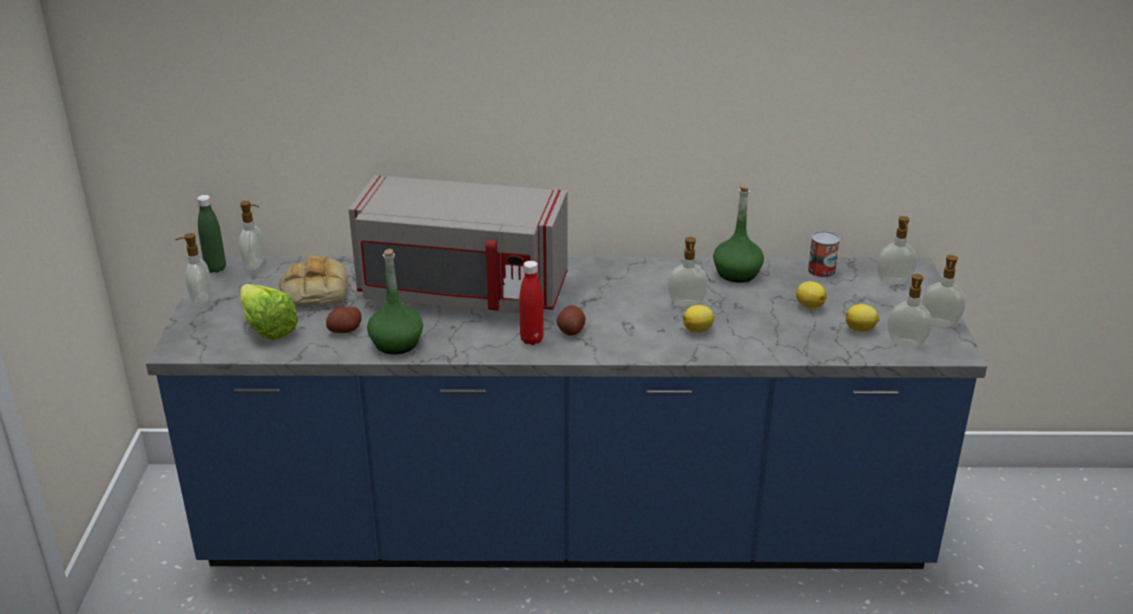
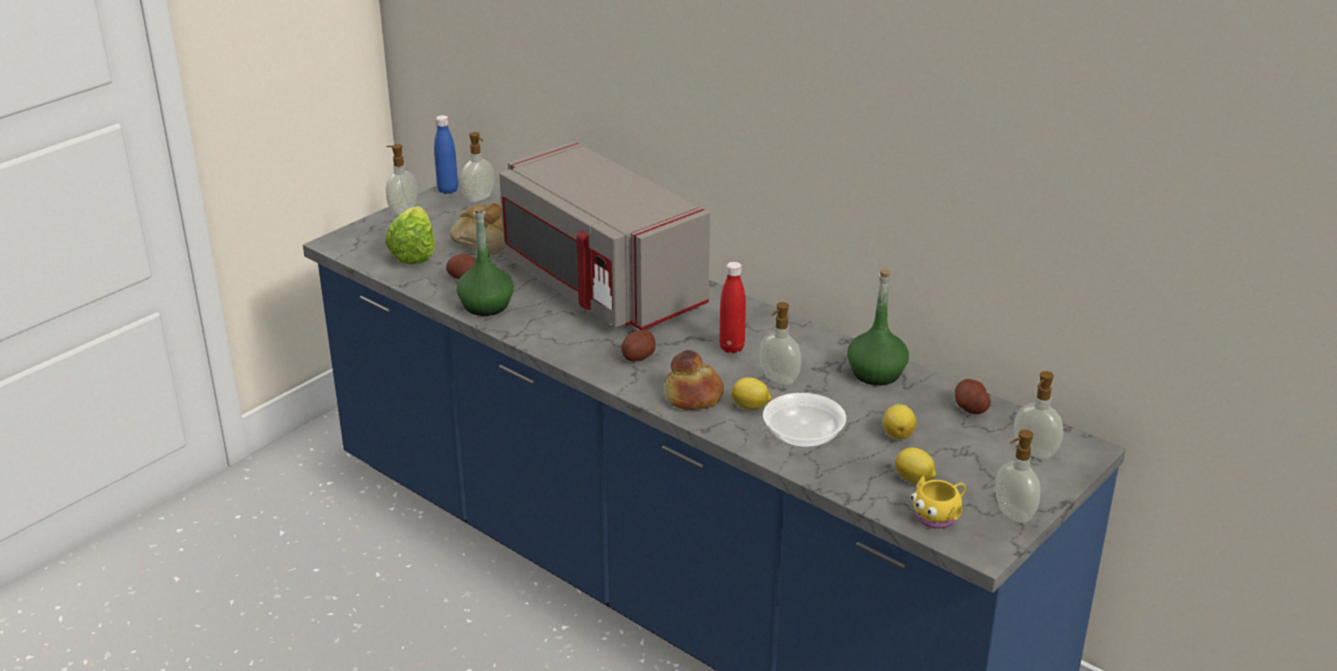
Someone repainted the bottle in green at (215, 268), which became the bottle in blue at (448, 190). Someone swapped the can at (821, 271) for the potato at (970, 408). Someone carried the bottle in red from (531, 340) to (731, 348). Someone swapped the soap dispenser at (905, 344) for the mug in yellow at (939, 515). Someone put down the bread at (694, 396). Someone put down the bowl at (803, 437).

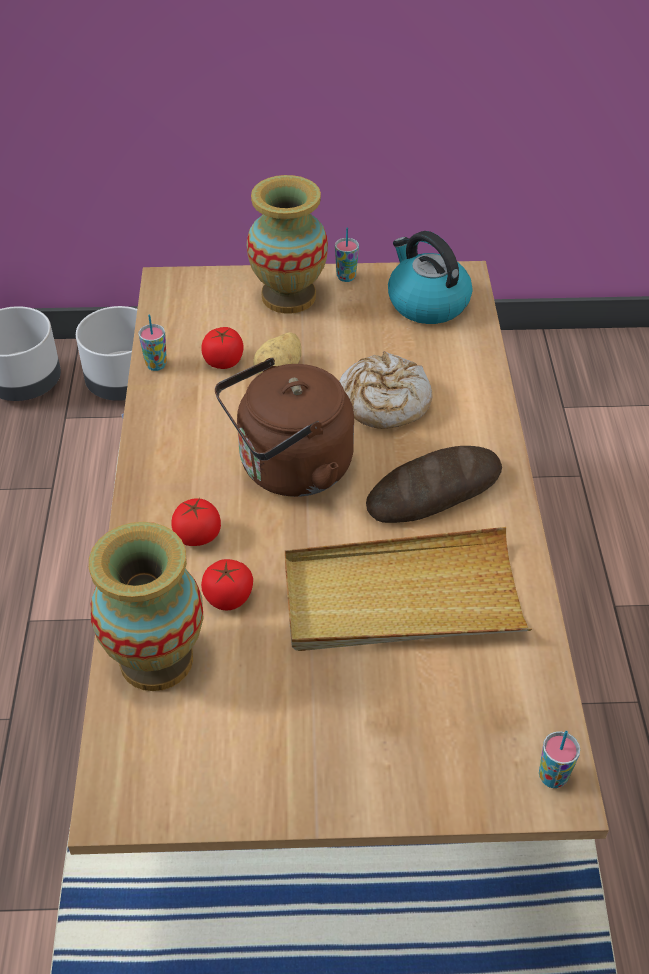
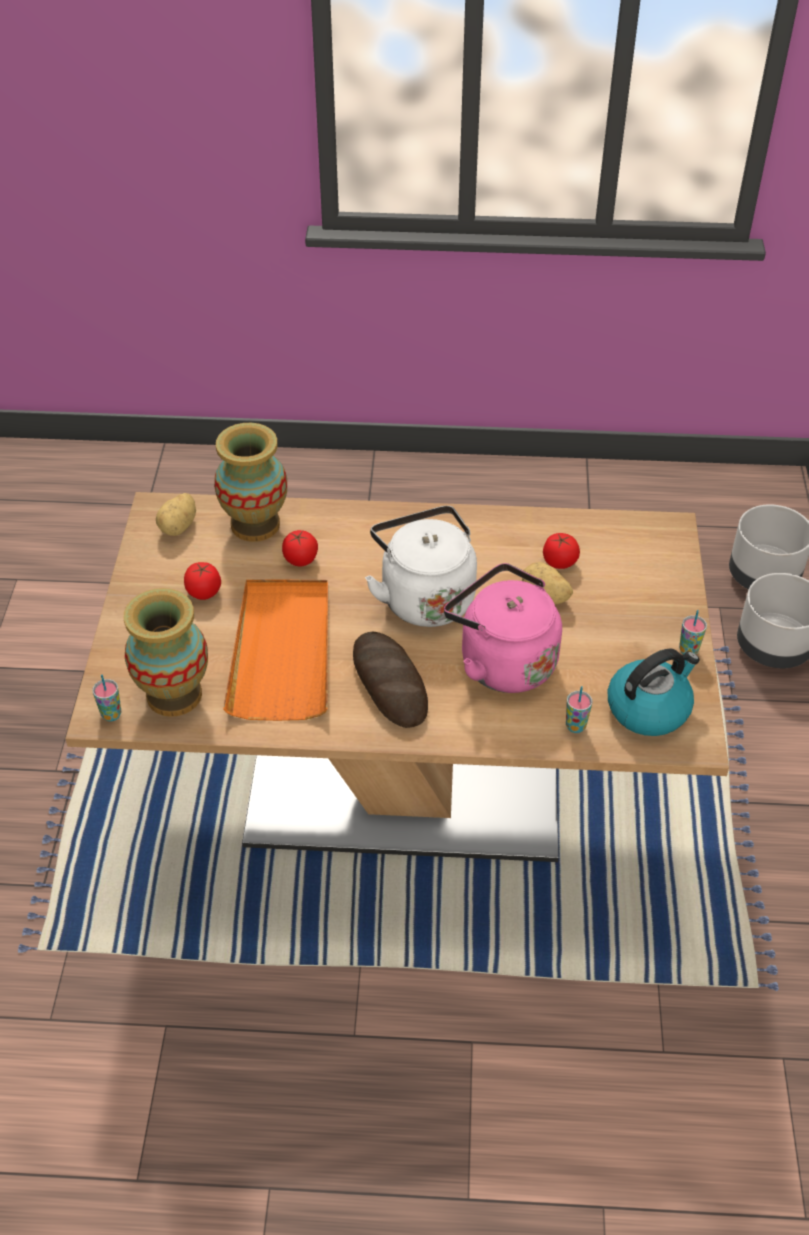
Someone carried the vase from (289, 296) to (174, 695). Someone carried the cup from (156, 365) to (575, 726). Someone swapped the bread at (383, 402) for the kettle in pink at (502, 661). Someone repainted the kettle in brown at (289, 469), which became the kettle in white at (424, 596). Someone carried the tomato from (197, 536) to (204, 591). Someone repainted the tray in beige at (401, 597), which became the tray in orange at (282, 651). Someone put down the potato at (179, 527).

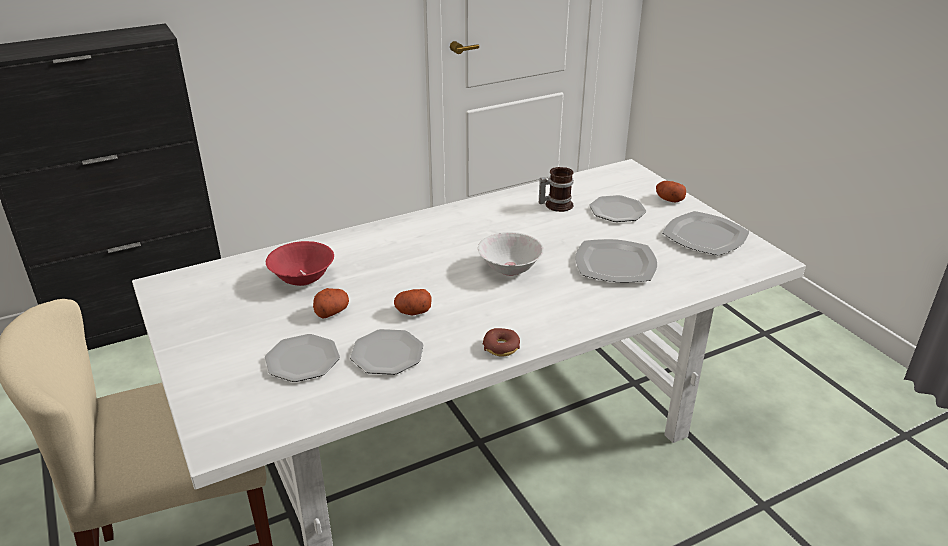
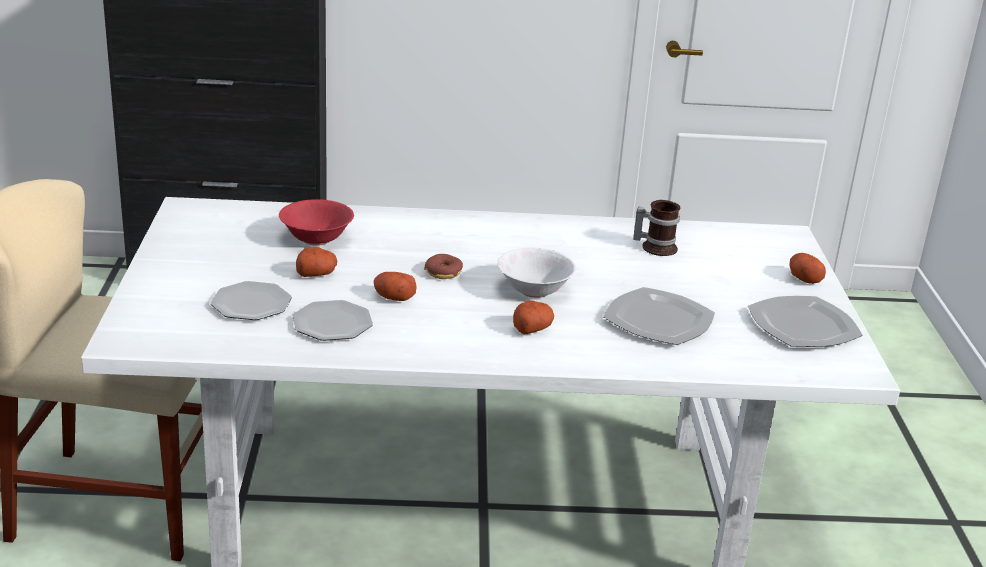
Someone took away the plate at (617, 211). Someone carried the donut from (501, 347) to (443, 272). Someone put down the potato at (532, 328).

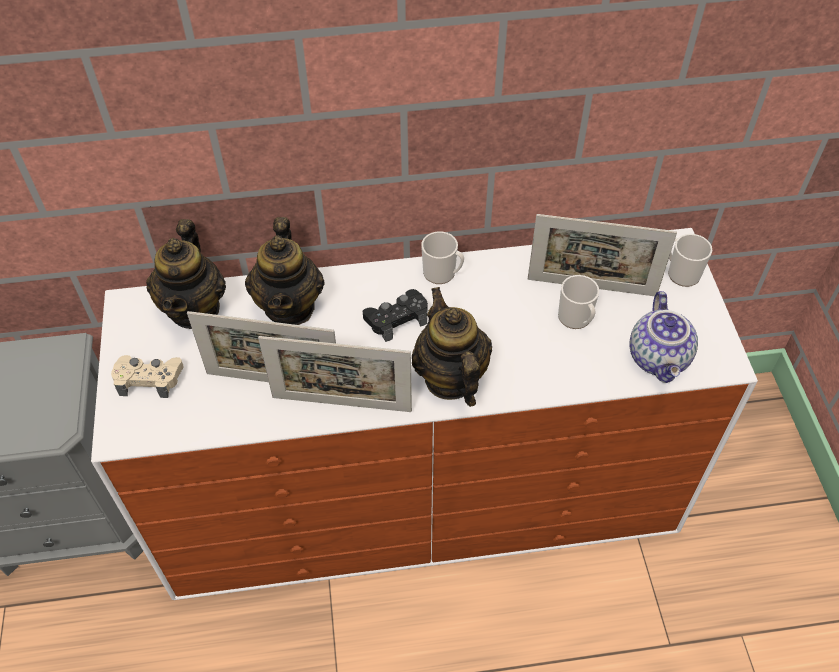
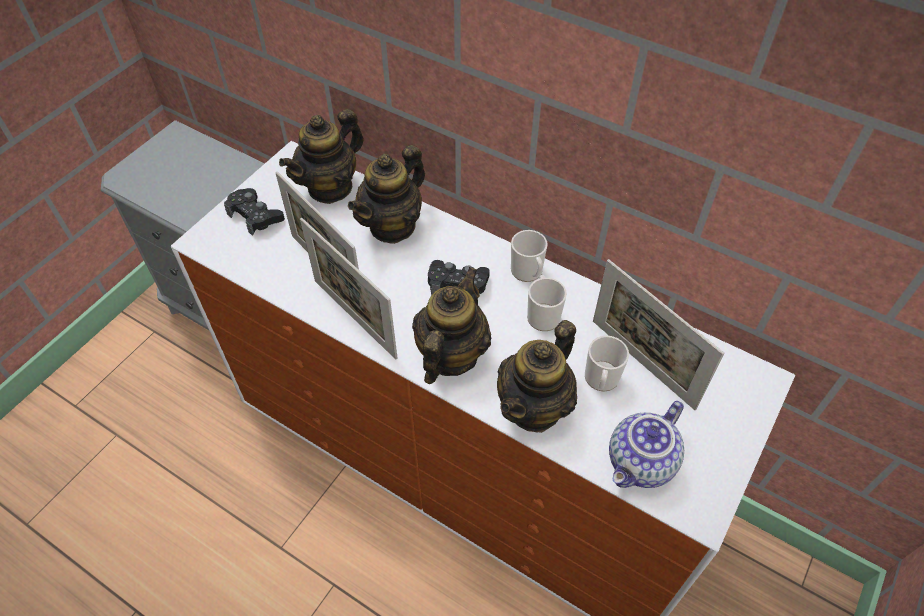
Someone carried the mug from (680, 272) to (542, 315). Someone repainted the game controller in beige at (149, 379), which became the game controller in black at (255, 216). Someone put down the teapot at (535, 407).

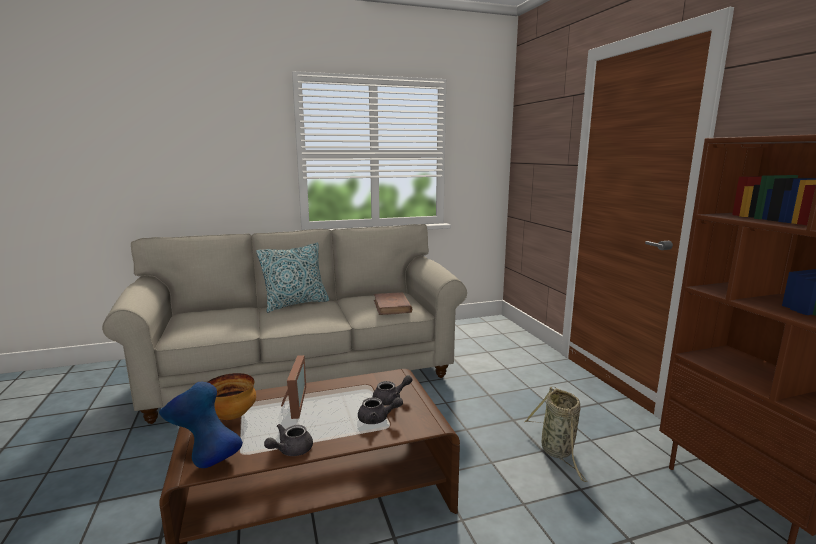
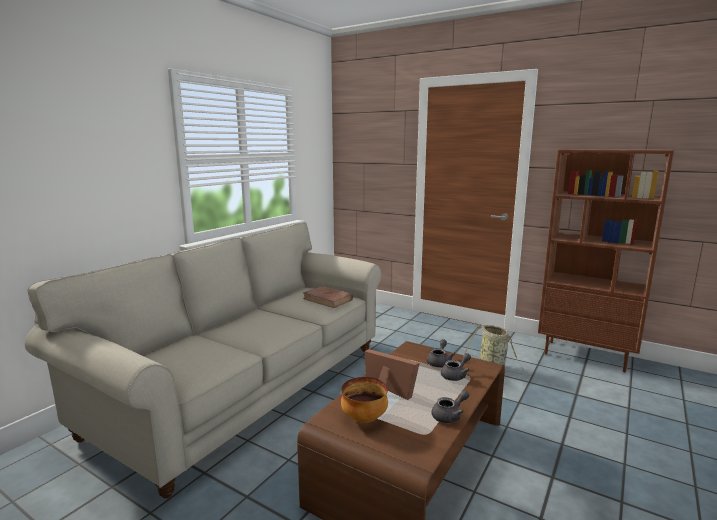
Someone took away the pillow at (296, 304). Someone took away the vase in blue at (205, 459). Someone rotated the teapot in grey at (290, 450) by 120 degrees counterclockwise.

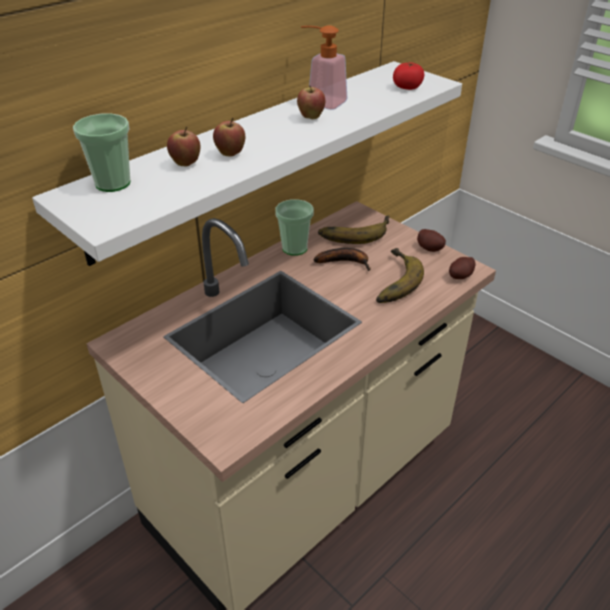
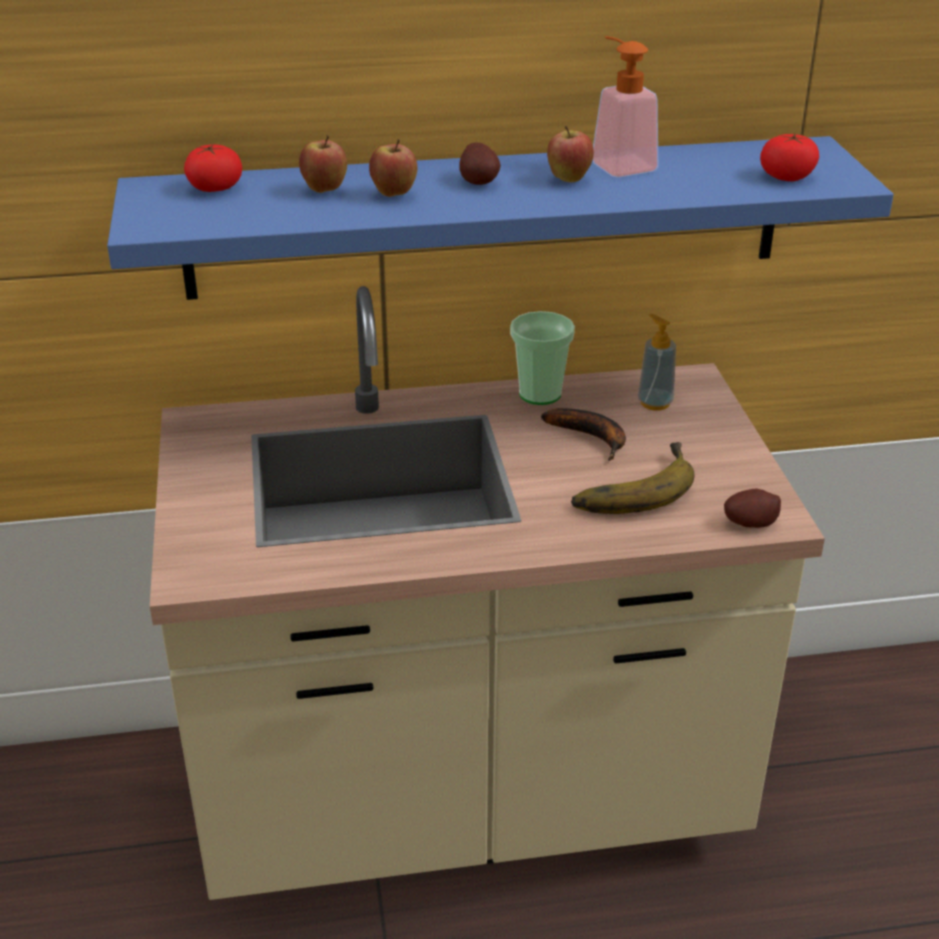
Someone repainted the shelf in white at (248, 154), which became the shelf in blue at (486, 217). Someone swapped the cup at (112, 183) for the tomato at (215, 188). Someone swapped the banana at (353, 232) for the soap dispenser at (655, 403). Someone carried the potato from (430, 248) to (479, 181).

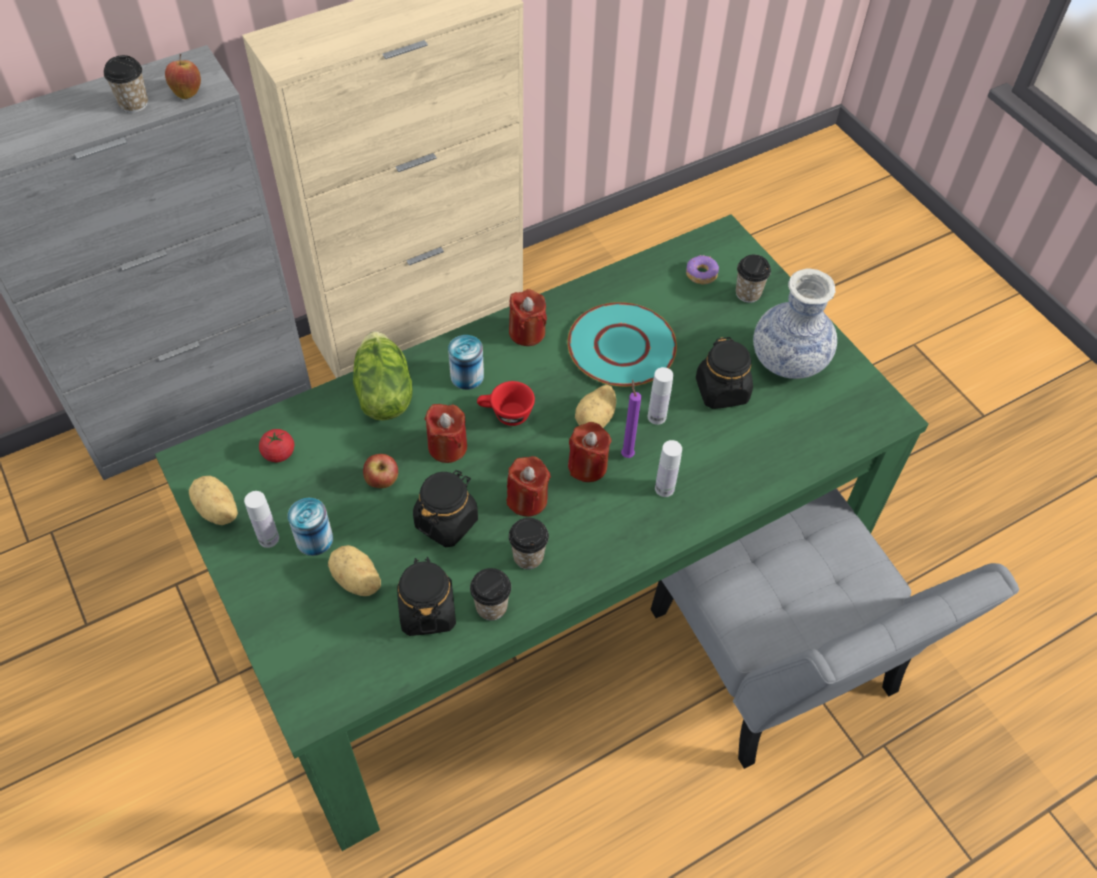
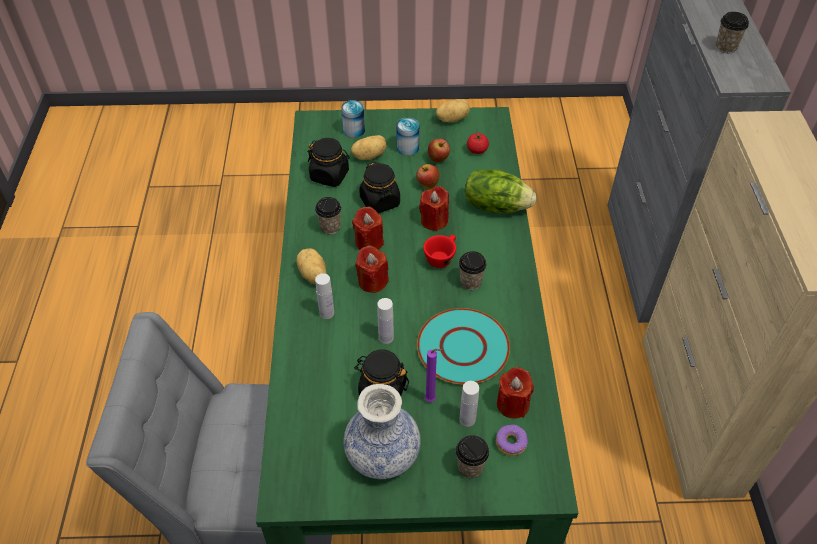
Someone carried the apple from (187, 92) to (438, 159). Someone carried the candle in red from (527, 332) to (512, 404). Someone carried the can from (467, 376) to (354, 130). Someone carried the candle in purple from (626, 453) to (432, 400). Someone carried the potato from (596, 419) to (312, 275). Someone carried the bottle in white from (268, 538) to (467, 419). Someone carried the cup from (491, 607) to (470, 282).

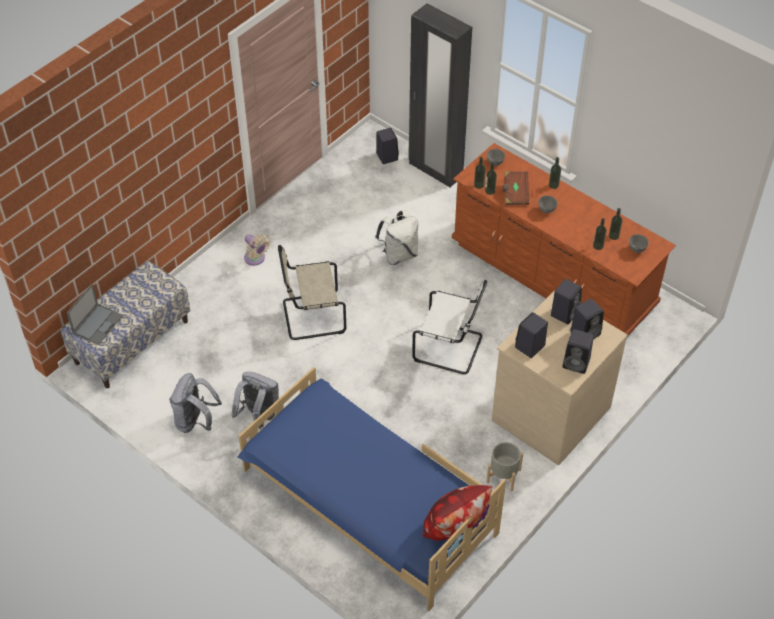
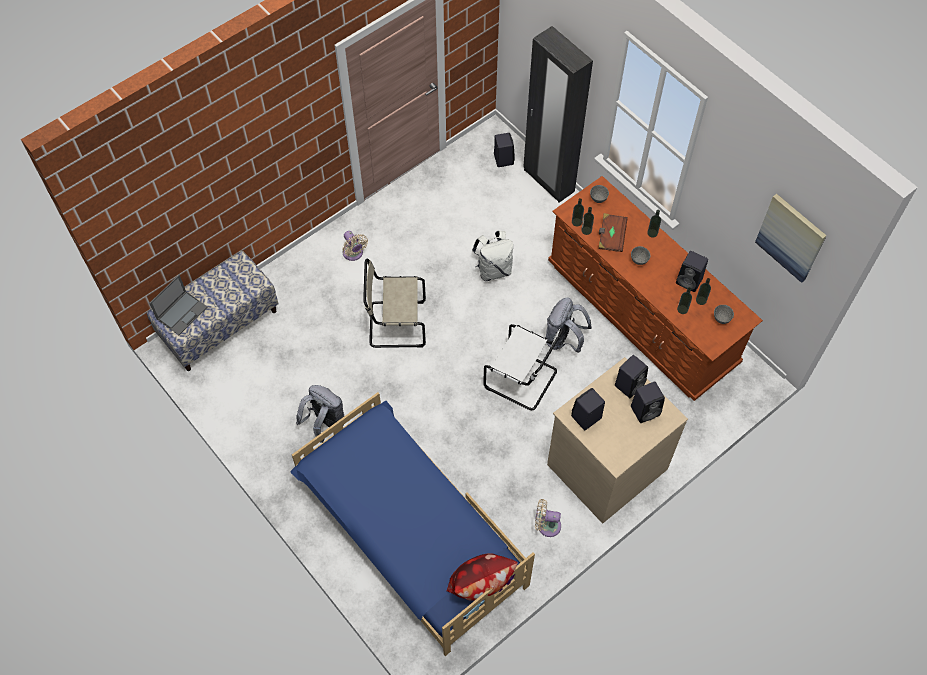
Someone carried the speaker in black from (577, 363) to (690, 281). Someone carried the backpack in grey from (196, 421) to (564, 340). Someone swapped the planter in grey at (503, 475) for the fan in beige at (546, 525). Someone put up the picture at (791, 237).

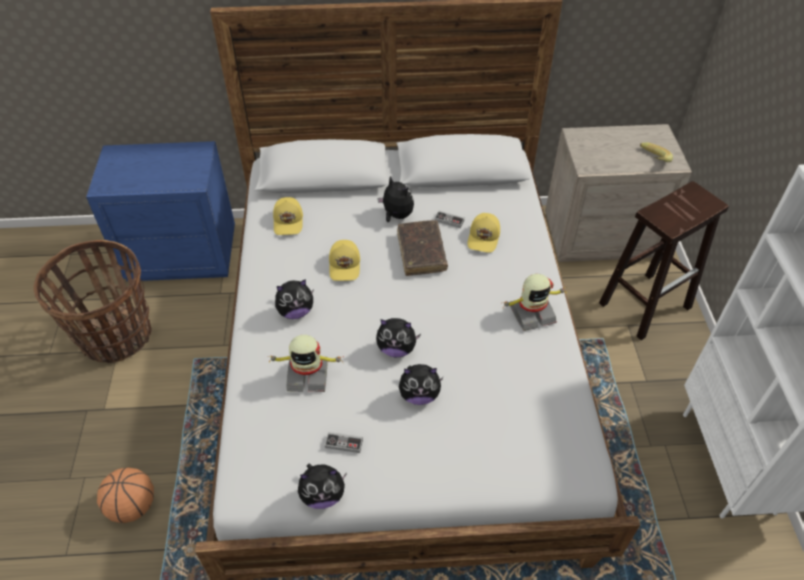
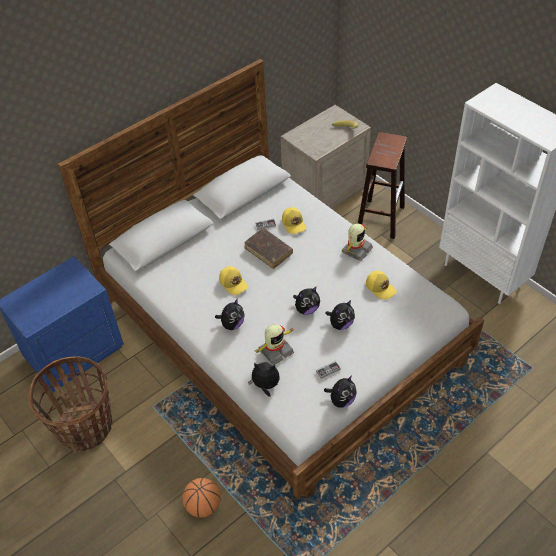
Someone carried the plush toy from (396, 215) to (265, 386). Someone carried the cap in yellow from (289, 221) to (380, 287).

